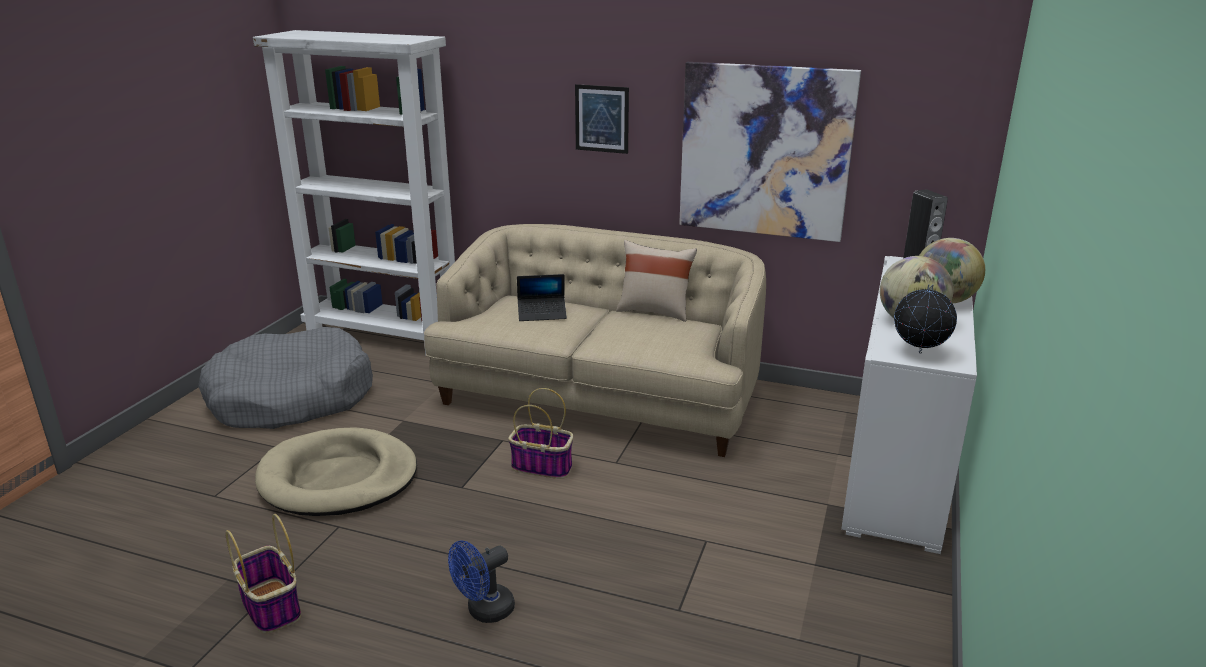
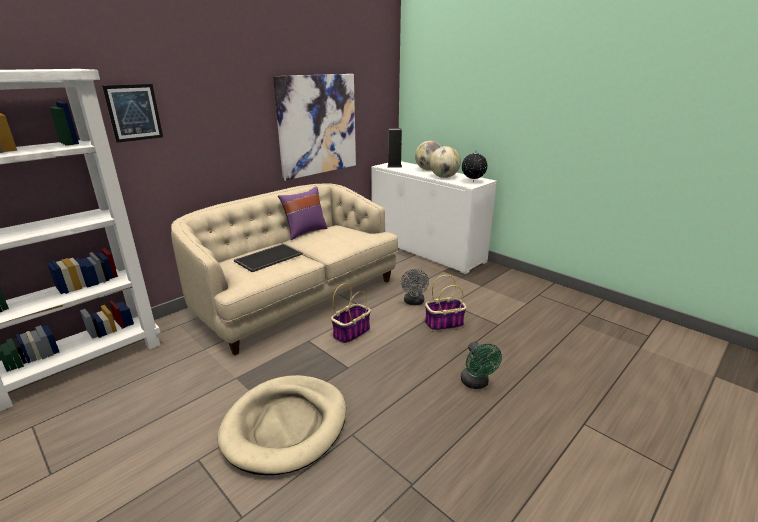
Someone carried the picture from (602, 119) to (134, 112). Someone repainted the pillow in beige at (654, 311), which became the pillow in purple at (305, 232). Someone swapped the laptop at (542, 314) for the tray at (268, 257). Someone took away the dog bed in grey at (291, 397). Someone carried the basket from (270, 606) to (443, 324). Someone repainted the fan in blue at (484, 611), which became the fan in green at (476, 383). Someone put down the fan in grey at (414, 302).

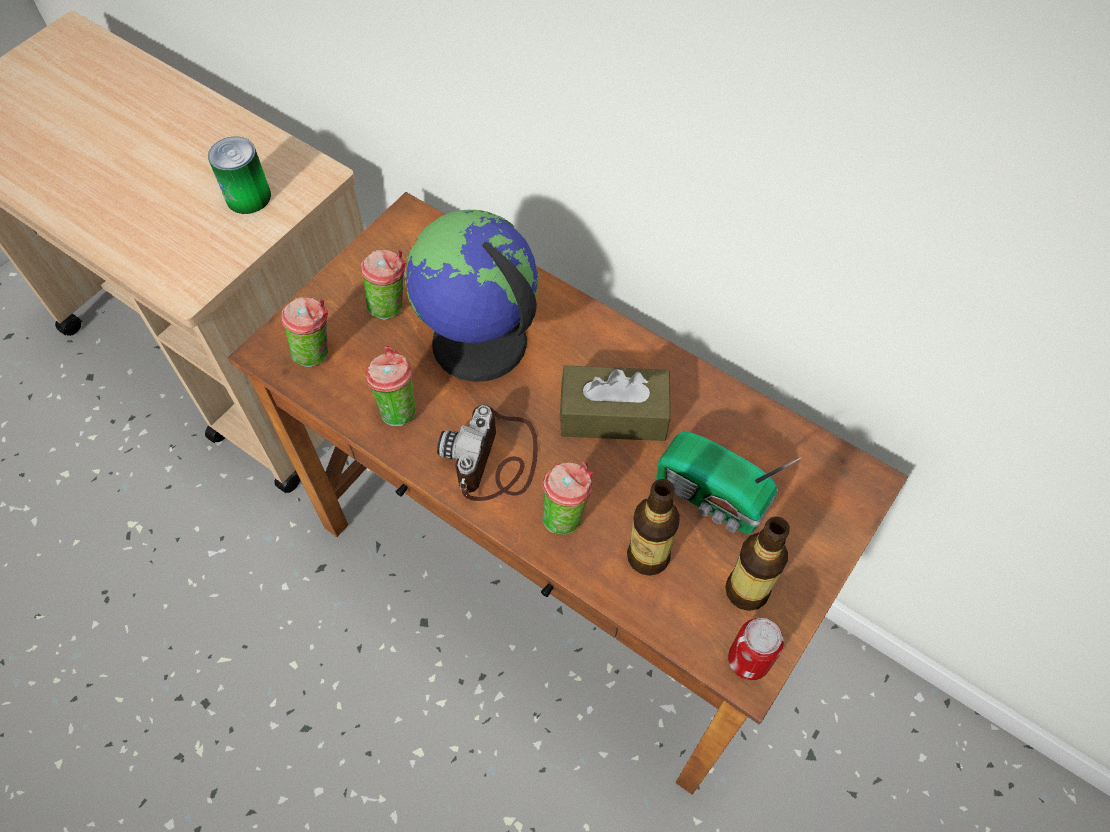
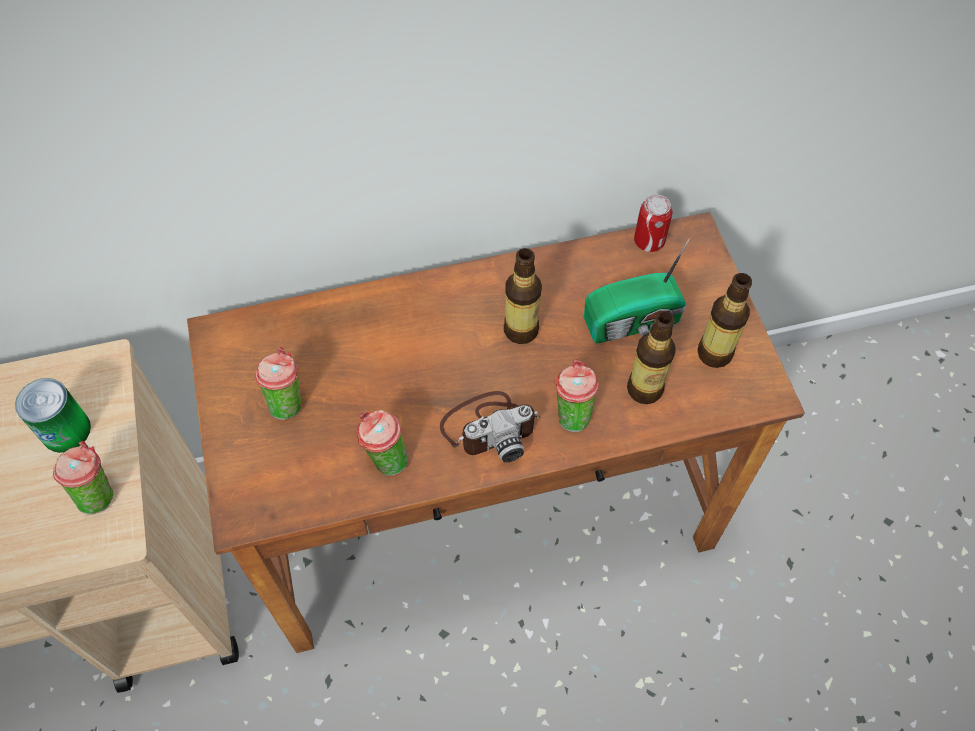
Someone took away the globe at (478, 343). Someone carried the cup from (317, 352) to (98, 493). Someone swapped the tissue box in brown at (613, 415) for the bottle at (521, 330). Someone rotated the photo camera at (495, 460) by 75 degrees counterclockwise. Someone carried the can from (748, 660) to (649, 241).

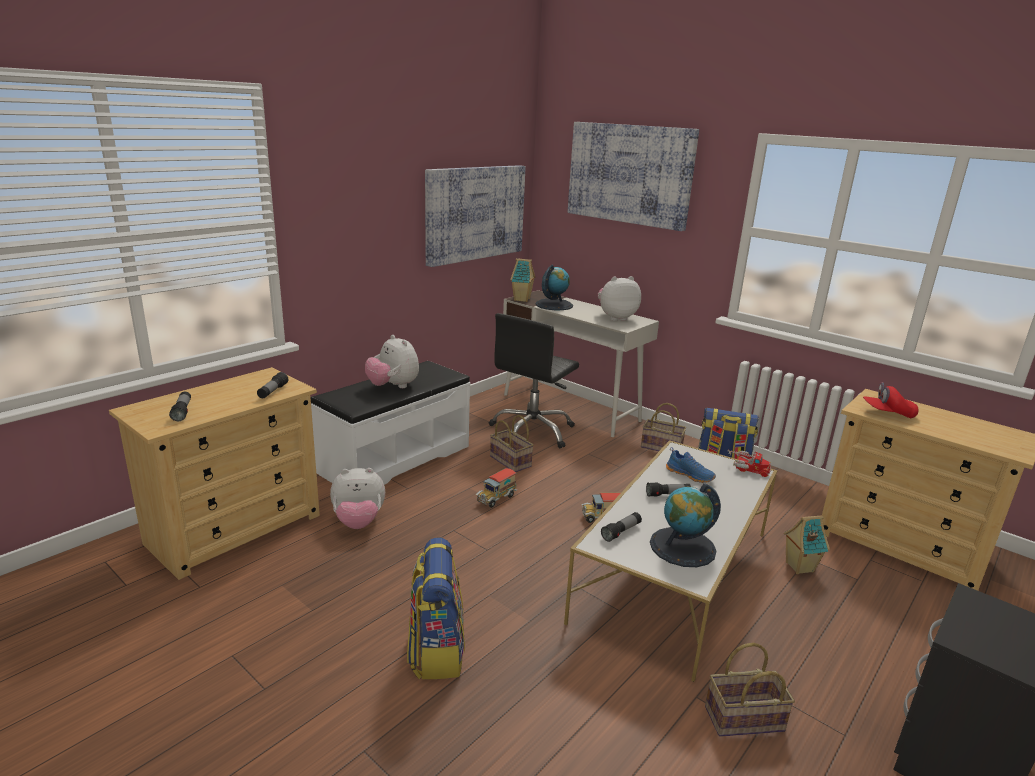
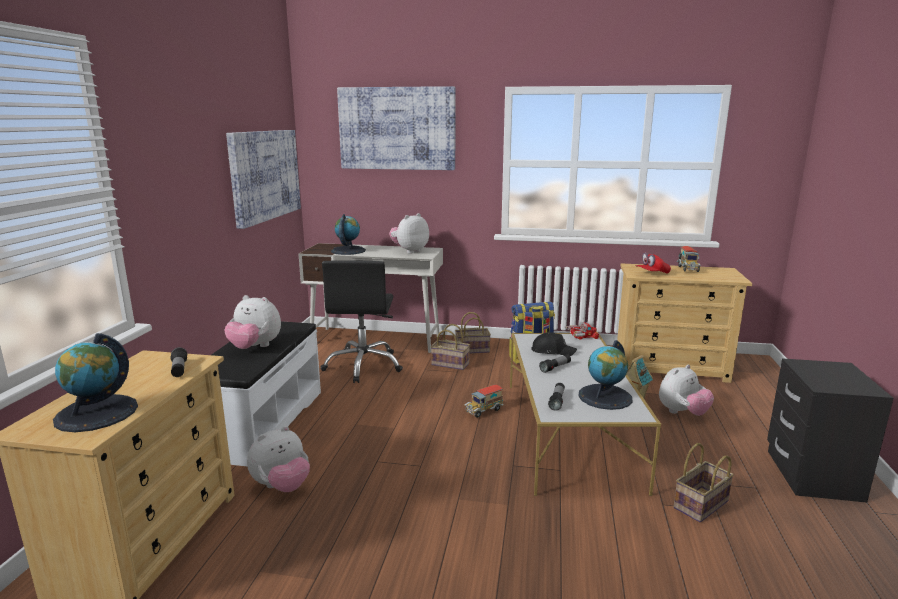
Someone took away the toy house at (522, 299). Someone swapped the flashlight at (182, 412) for the globe at (96, 413). Someone carried the basket from (512, 461) to (451, 364). Someone swapped the shoe in blue at (690, 475) for the cap in black at (552, 351). Someone carried the toy truck from (496, 499) to (687, 269). Someone took away the backpack at (436, 650). Someone put down the plush toy at (682, 413).

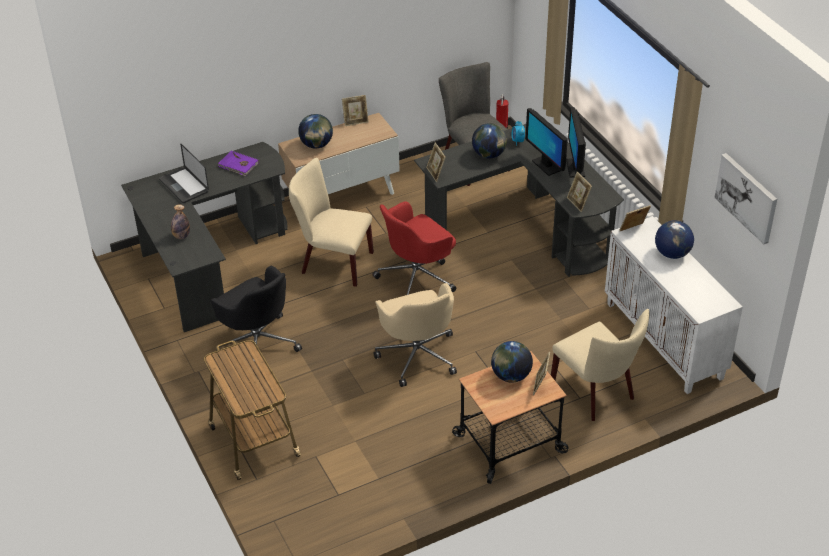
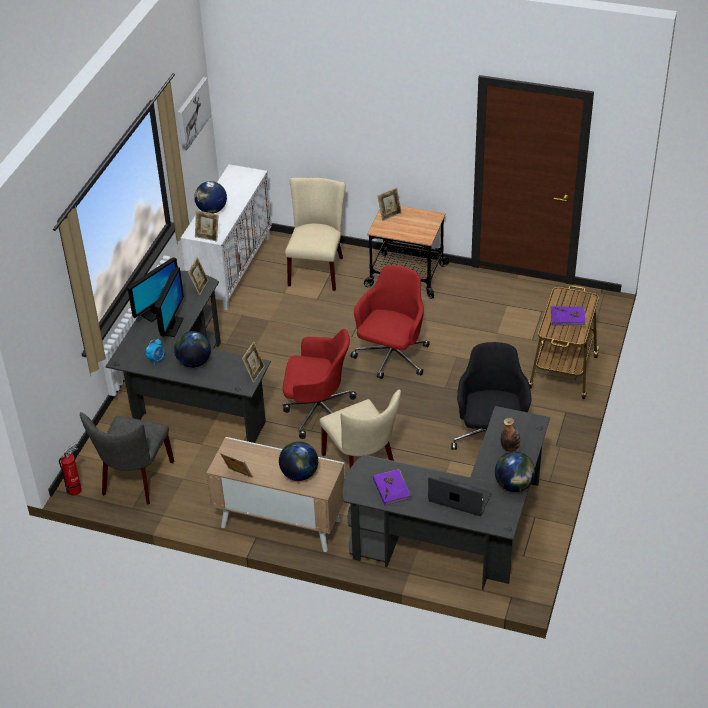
Someone rotated the laptop at (184, 186) by 75 degrees counterclockwise. Someone repainted the office chair in beige at (417, 355), which became the office chair in red at (391, 358). Someone carried the globe from (510, 375) to (514, 485). Someone put down the book in purple at (568, 318).

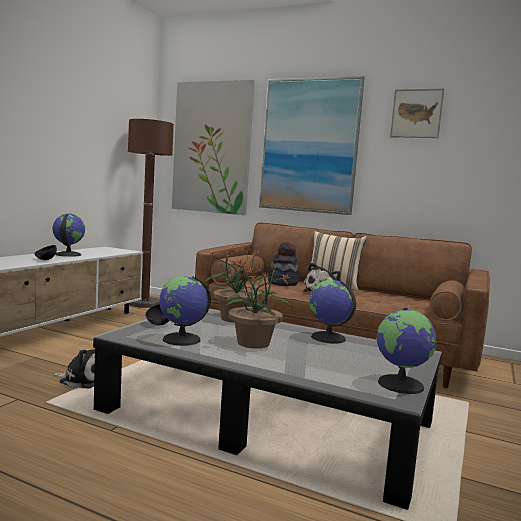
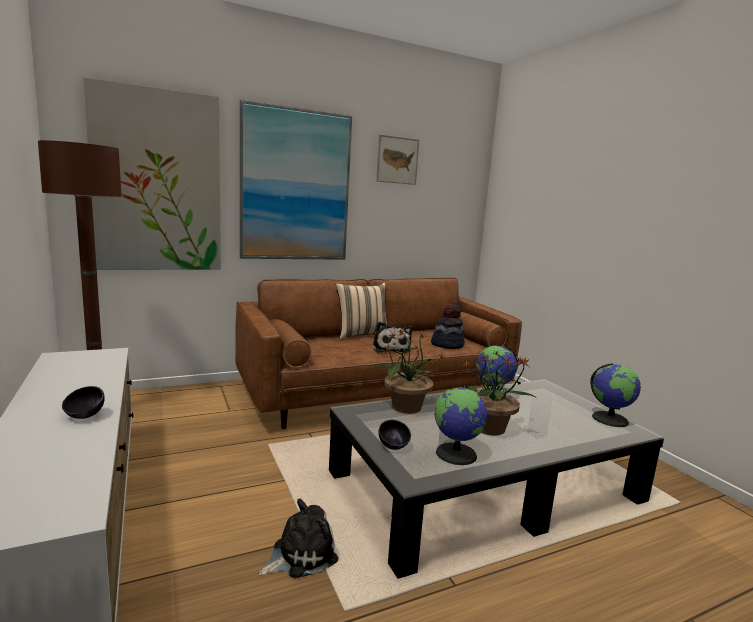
Someone took away the globe at (68, 254). Someone carried the hat from (283, 283) to (447, 344).

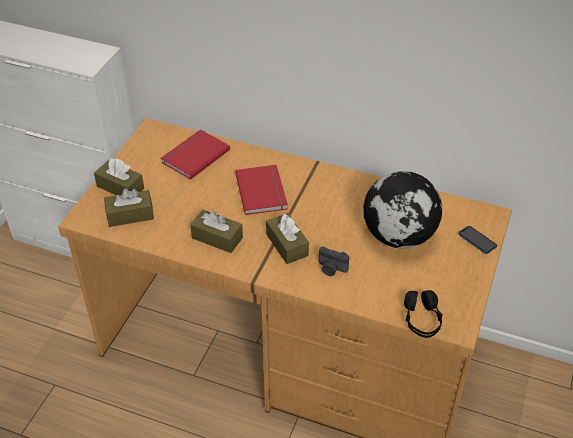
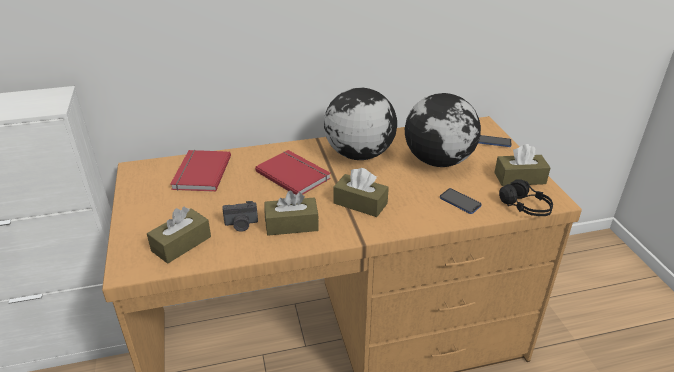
Someone carried the tissue box in brown from (120, 187) to (519, 178). Someone carried the photo camera from (331, 269) to (241, 225). Someone put down the globe at (358, 154). Someone put down the phone at (460, 202).

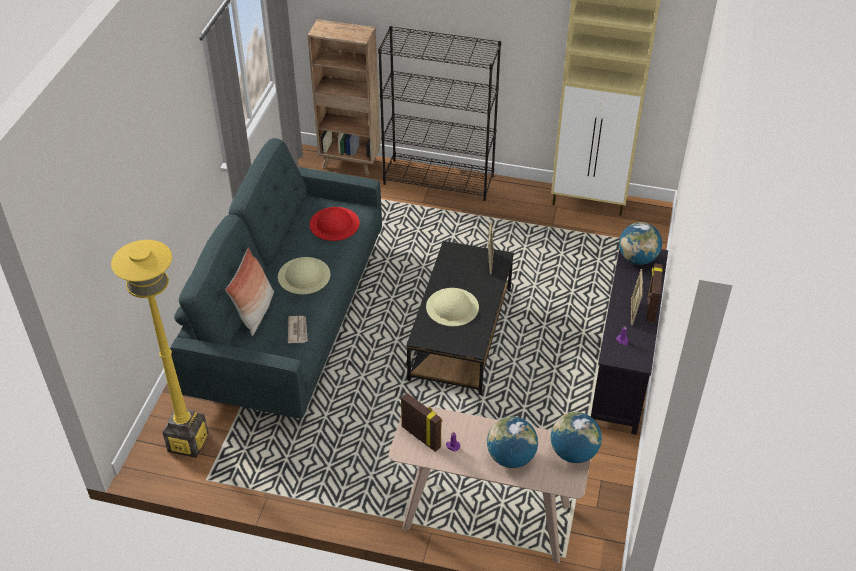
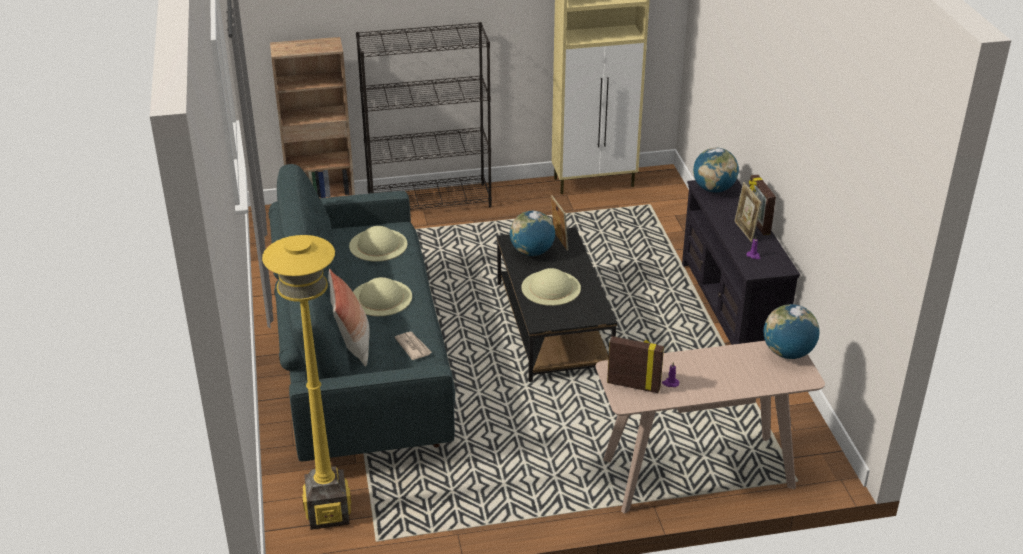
Someone repainted the hat in red at (334, 223), which became the hat in beige at (378, 245). Someone carried the globe from (511, 457) to (532, 252).

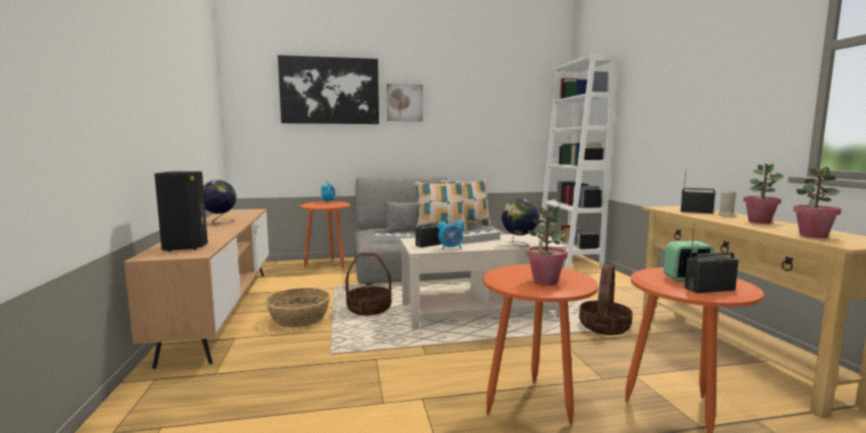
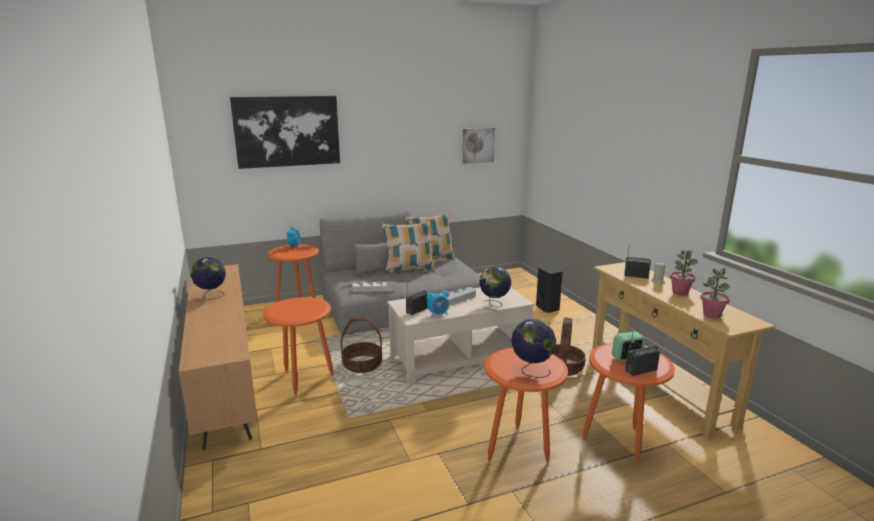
Someone took away the bookcase in white at (568, 259). Someone carried the picture from (404, 102) to (478, 145). Someone carried the speaker in black from (186, 247) to (548, 308). Someone swapped the potted plant at (545, 281) for the globe at (531, 371). Someone swapped the basket at (299, 319) for the side table in orange at (303, 382).

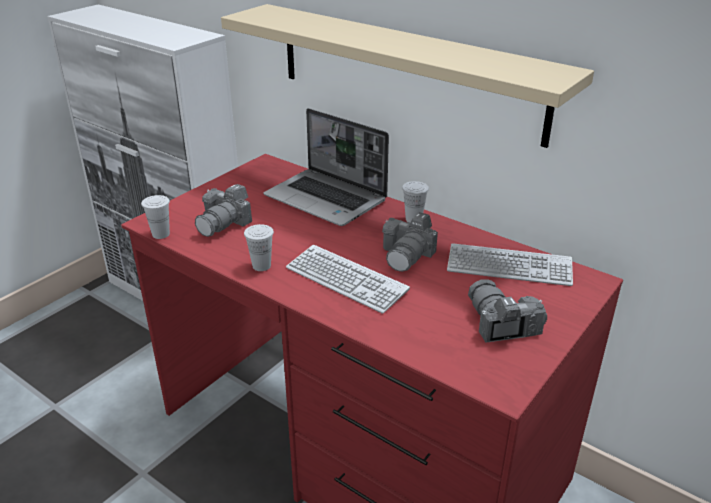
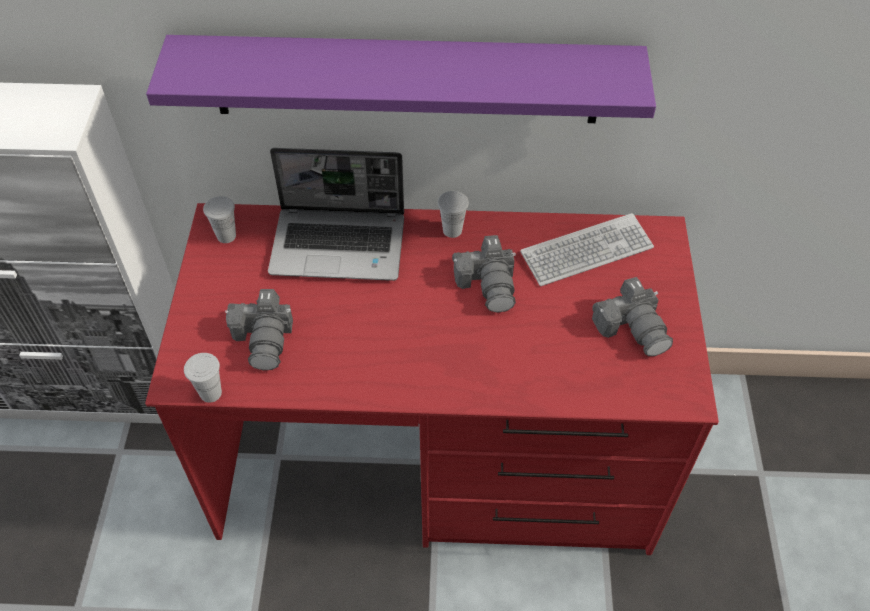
Someone repainted the shelf in beige at (406, 71), which became the shelf in purple at (406, 79). Someone carried the cup in white from (261, 266) to (226, 236). Someone took away the keyboard at (346, 280). Someone rotated the photo camera at (500, 324) by 150 degrees counterclockwise.

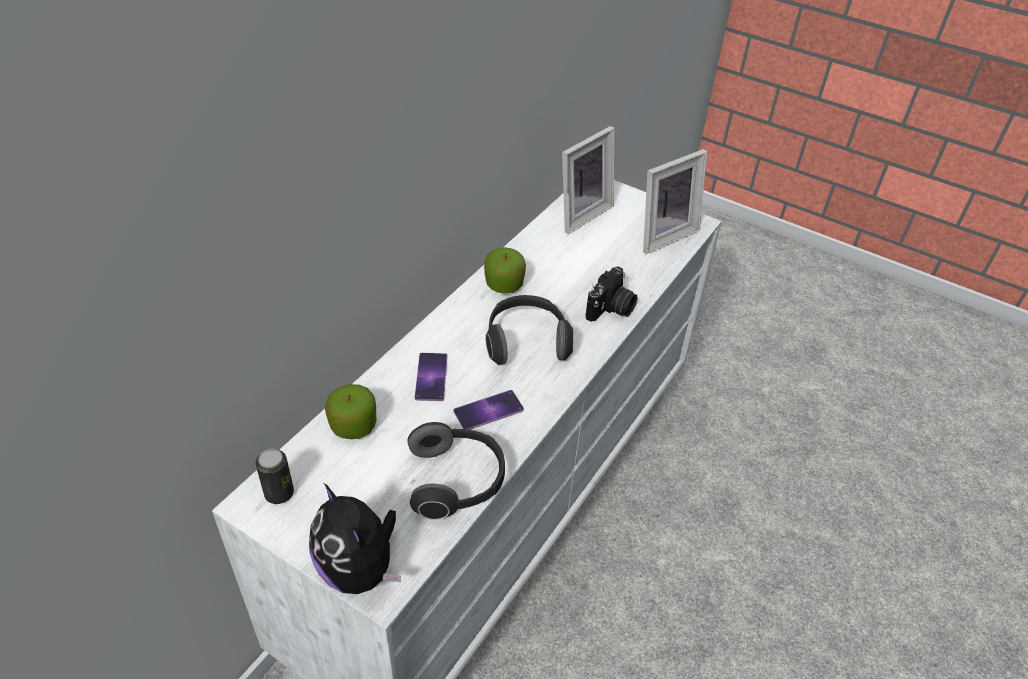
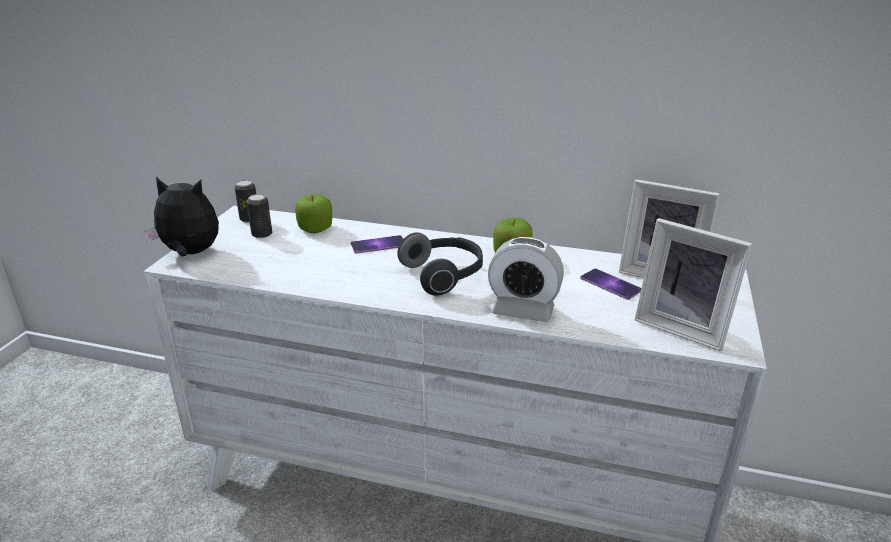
Someone swapped the photo camera at (611, 309) for the alarm clock at (523, 311). Someone carried the phone from (488, 410) to (610, 284). Someone took away the headphones at (457, 482). Someone rotated the plush toy at (359, 569) by 60 degrees clockwise. Someone put down the can at (262, 234).

